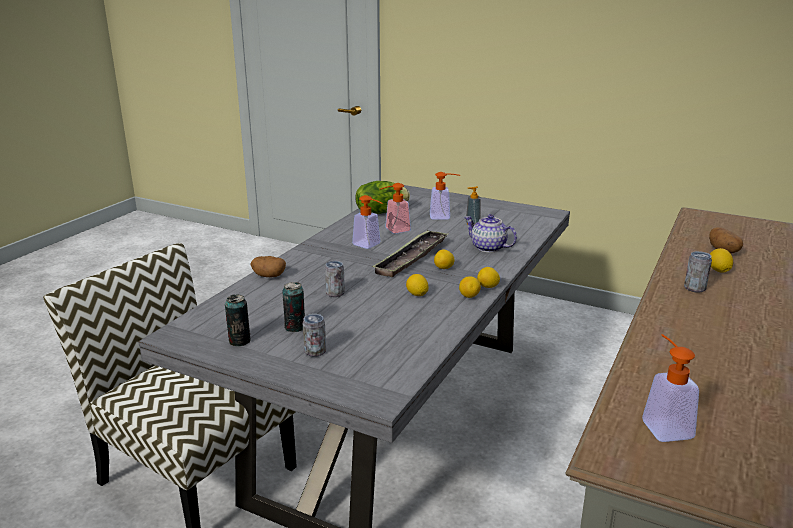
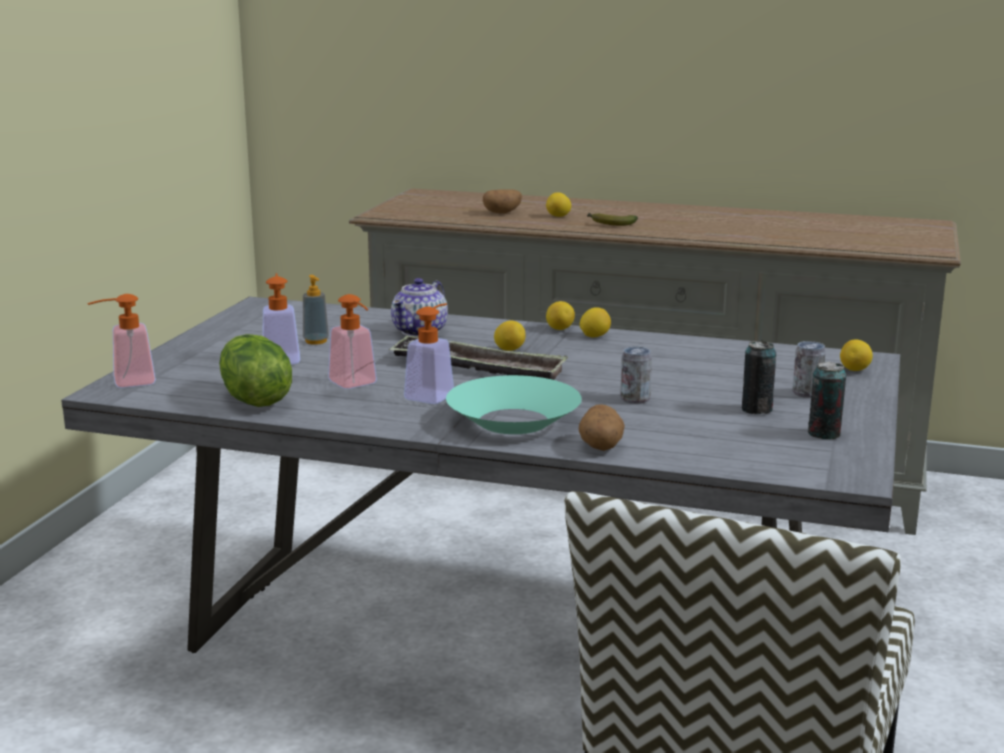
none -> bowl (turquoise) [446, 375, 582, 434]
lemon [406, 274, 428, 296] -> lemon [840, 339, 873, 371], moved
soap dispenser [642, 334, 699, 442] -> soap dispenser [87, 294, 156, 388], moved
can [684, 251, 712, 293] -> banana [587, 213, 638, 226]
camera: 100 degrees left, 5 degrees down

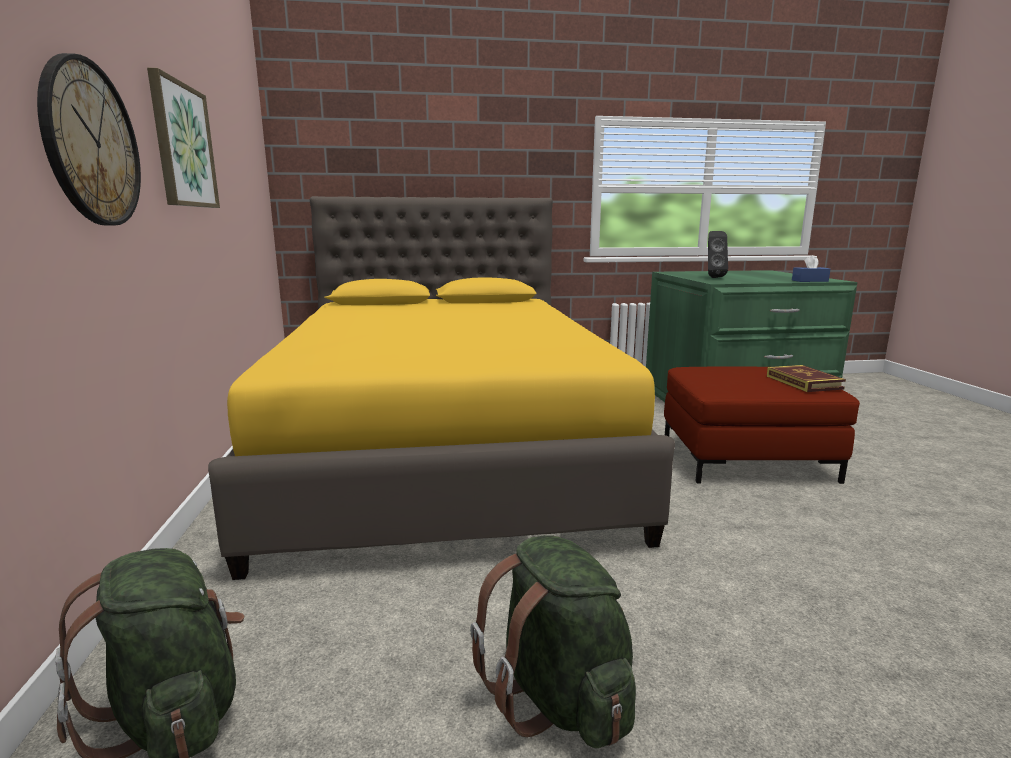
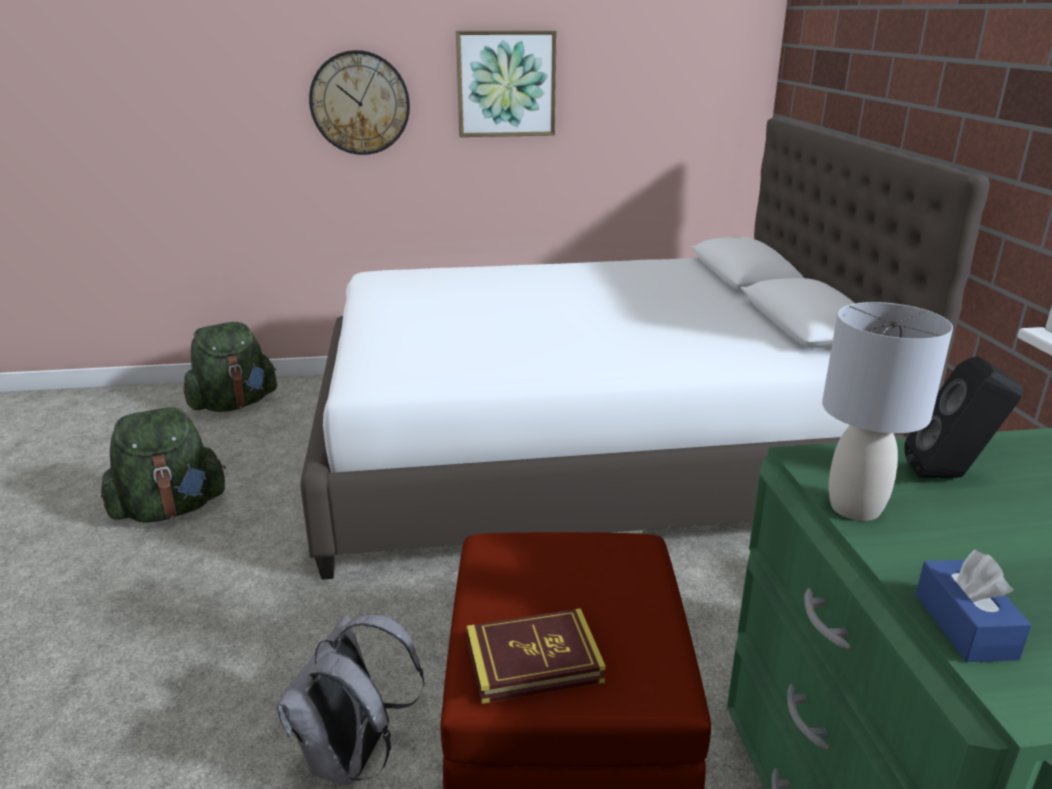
none -> backpack (grey) [277, 615, 424, 785]
none -> table lamp (grey) [822, 302, 953, 521]
bed (yellow) [208, 196, 675, 580] -> bed (white) [300, 117, 990, 580]
camera: 90 degrees right, 10 degrees up

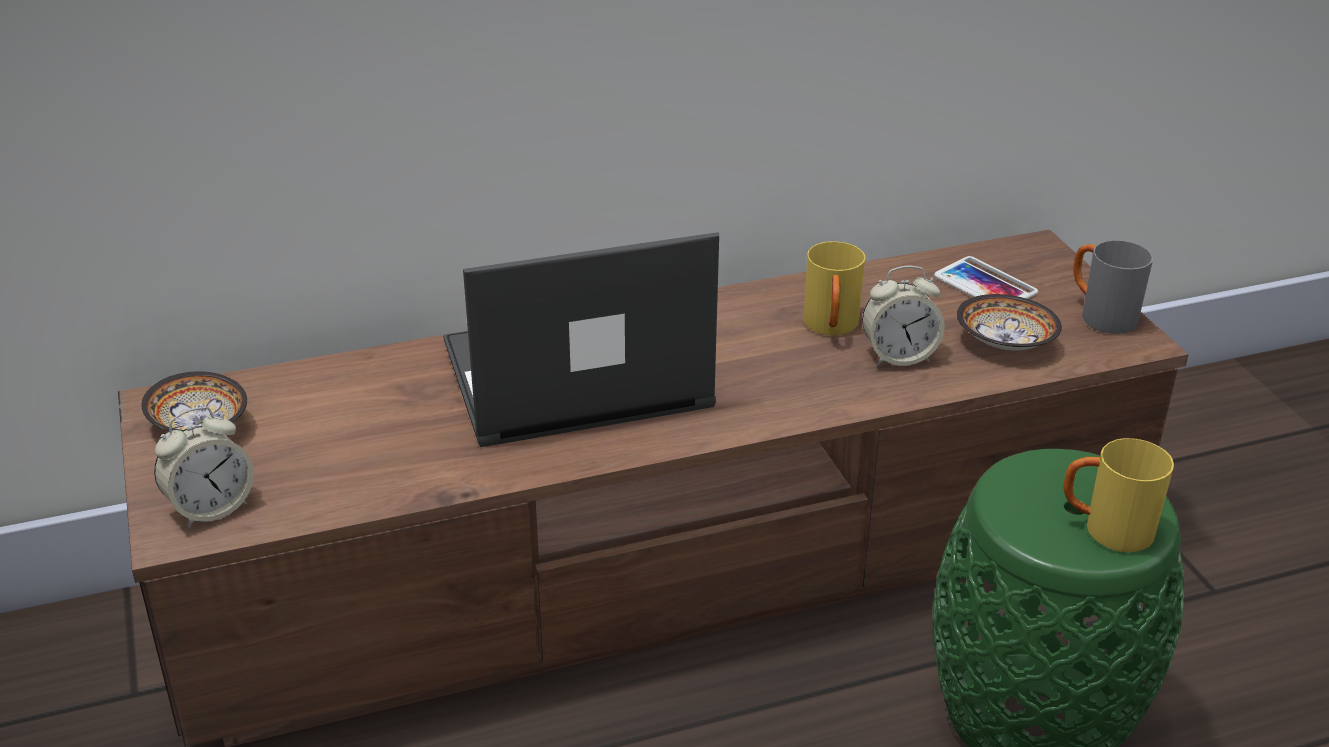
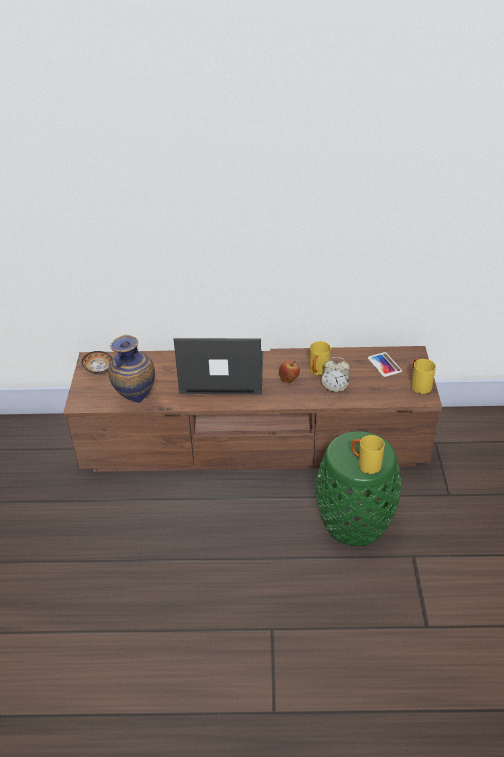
alarm clock [154, 407, 254, 528] -> none
bowl [957, 294, 1062, 351] -> none
none -> vase [108, 335, 155, 403]
none -> apple [279, 360, 300, 383]
mug (grey) [1073, 240, 1153, 334] -> mug (yellow) [411, 359, 436, 394]
camera: 20 degrees right, 5 degrees up

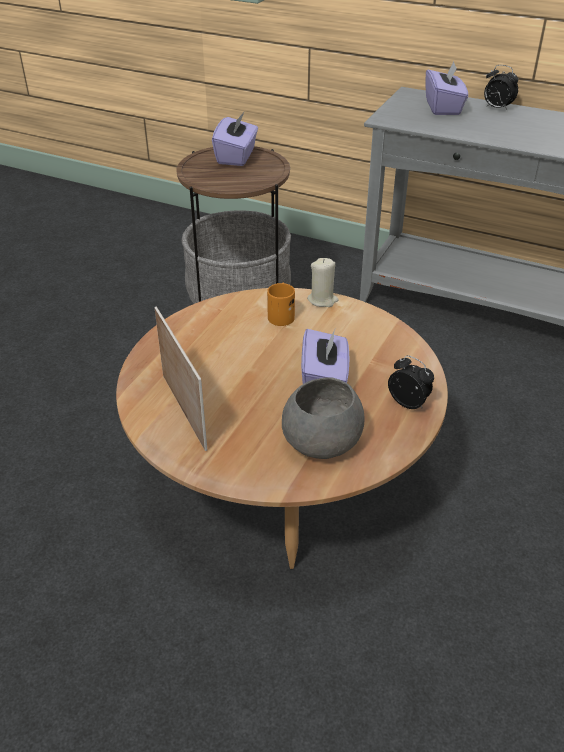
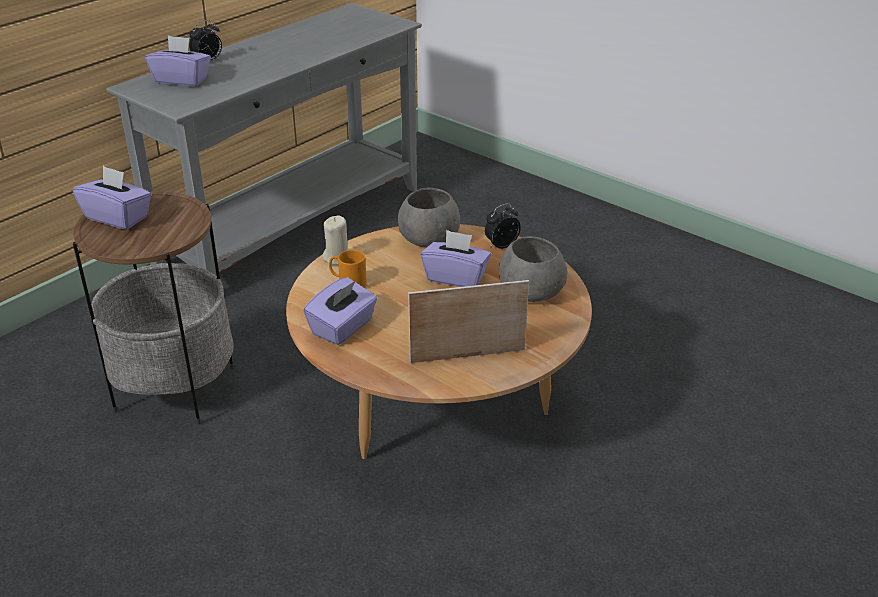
none -> tissue box (purple) [303, 277, 377, 345]
none -> bowl (grey) [398, 188, 460, 247]
camera: 75 degrees left, 5 degrees down

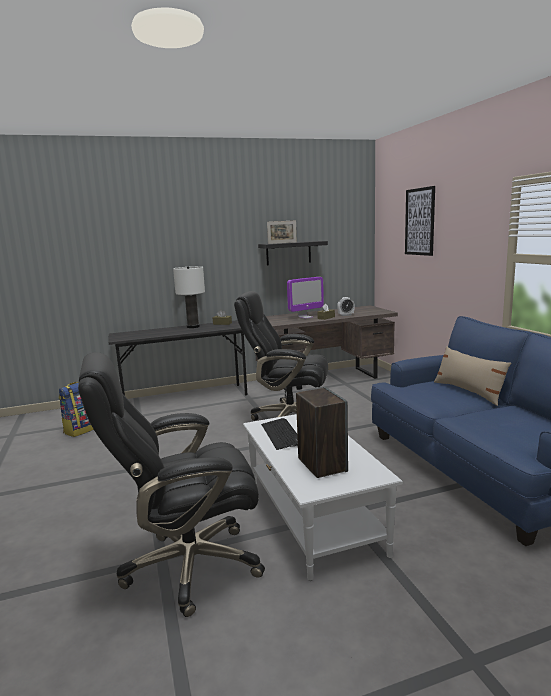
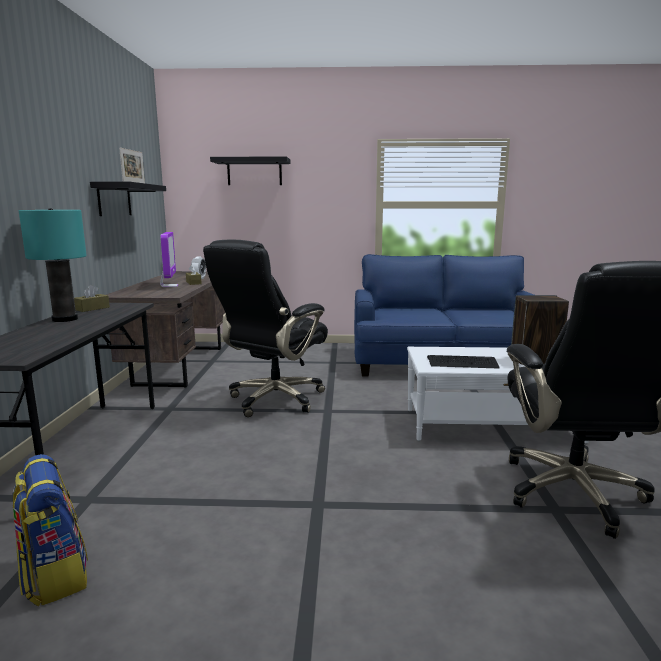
pillow (beige) [434, 346, 511, 406] -> none
picture [405, 186, 435, 256] -> shelf (black) [210, 156, 291, 185]
table lamp (white) [173, 266, 205, 328] -> table lamp (turquoise) [19, 208, 87, 322]
camera: 70 degrees left, 0 degrees up

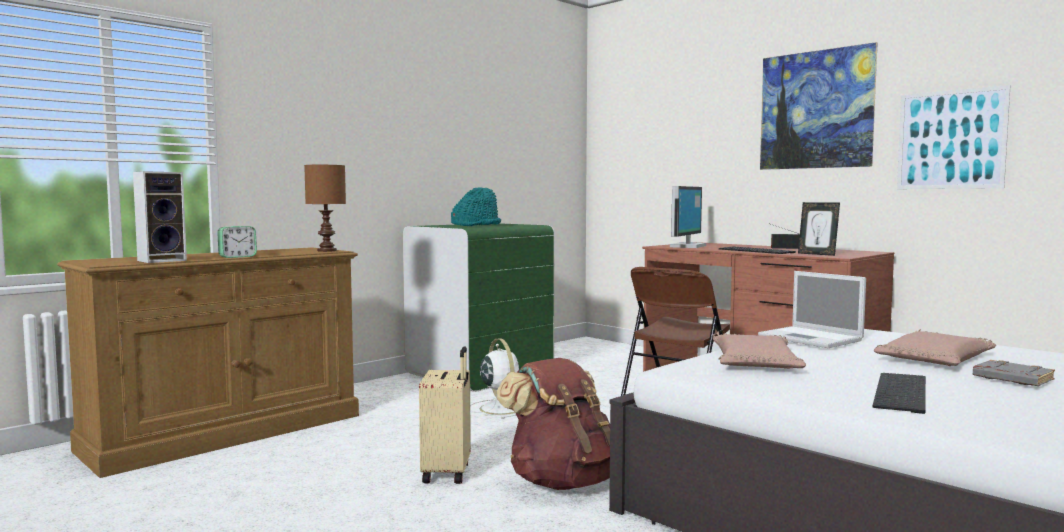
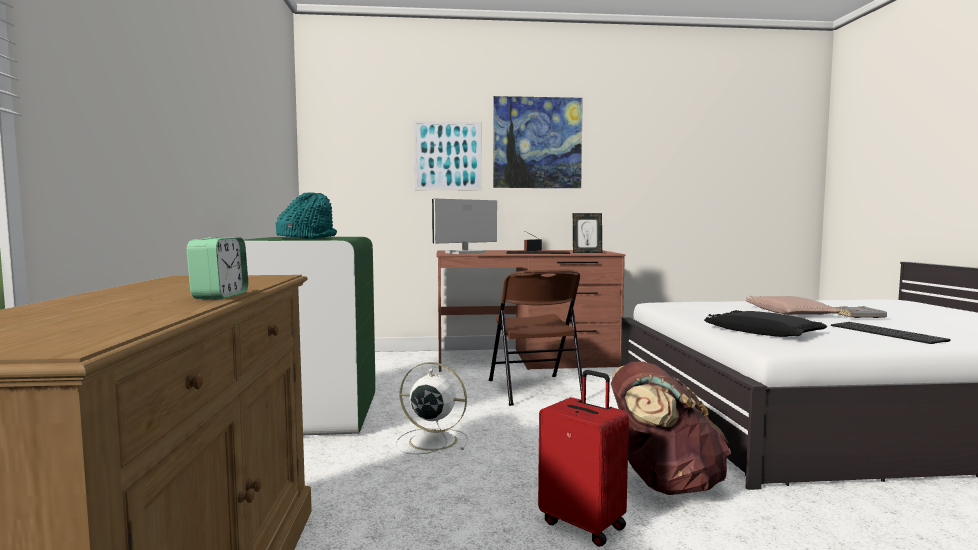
speaker [133, 171, 187, 263] -> none
table lamp (brown) [304, 165, 346, 252] -> none
laptop [758, 271, 866, 348] -> none
picture [897, 85, 1011, 189] -> picture [414, 121, 482, 190], moved
suitcase (beige) [419, 346, 471, 484] -> suitcase (red) [538, 370, 629, 547]
pillow (beige) [713, 332, 806, 369] -> pillow (black) [704, 310, 827, 337]
monitor [670, 186, 706, 248] -> monitor [432, 199, 497, 254], 105 degrees counterclockwise
camera: 50 degrees left, 0 degrees up

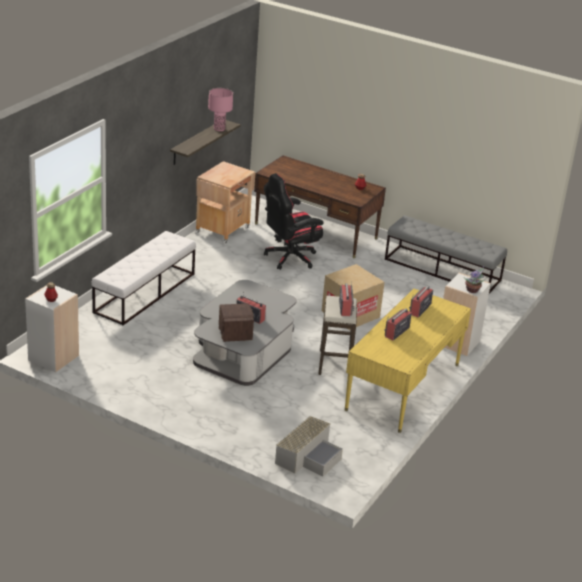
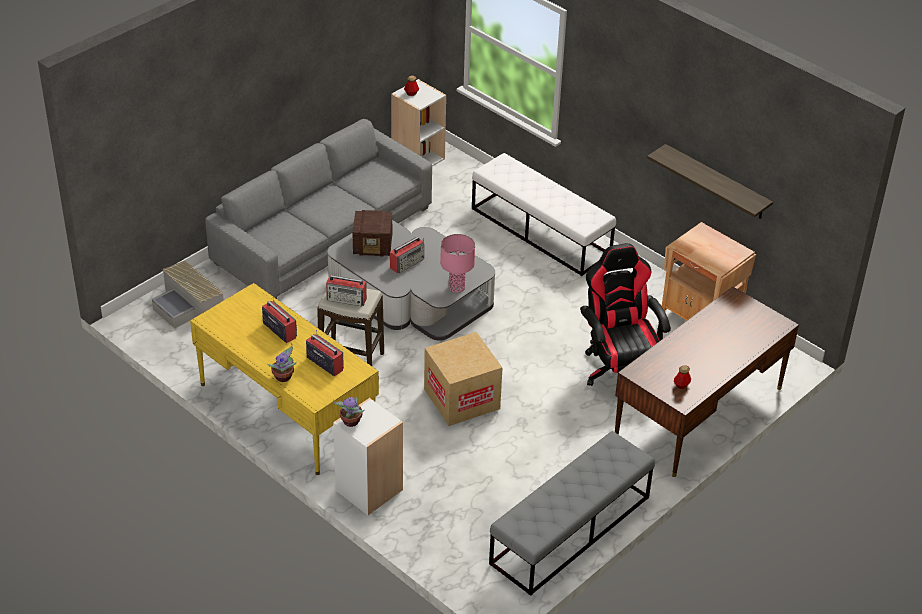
none -> sofa (grey) [205, 119, 432, 299]
none -> potted plant [267, 343, 297, 382]
table lamp (pink) [208, 88, 233, 131] -> table lamp (pink) [440, 234, 475, 293], moved
camera: 105 degrees right, 10 degrees up

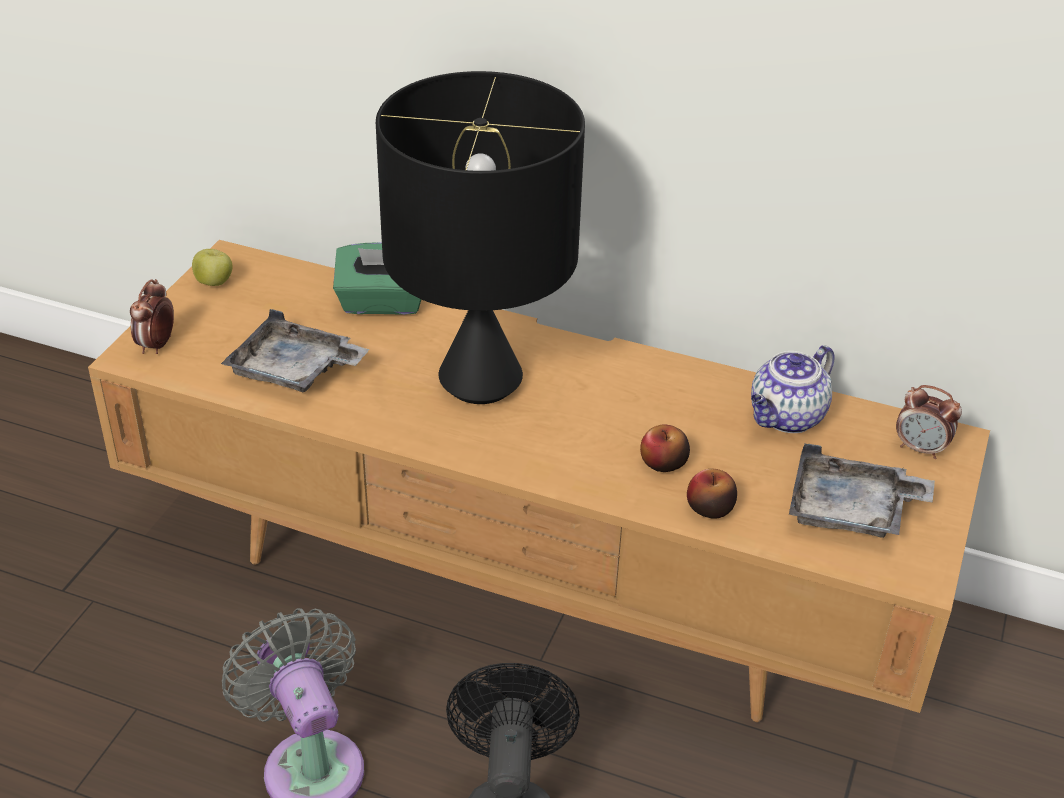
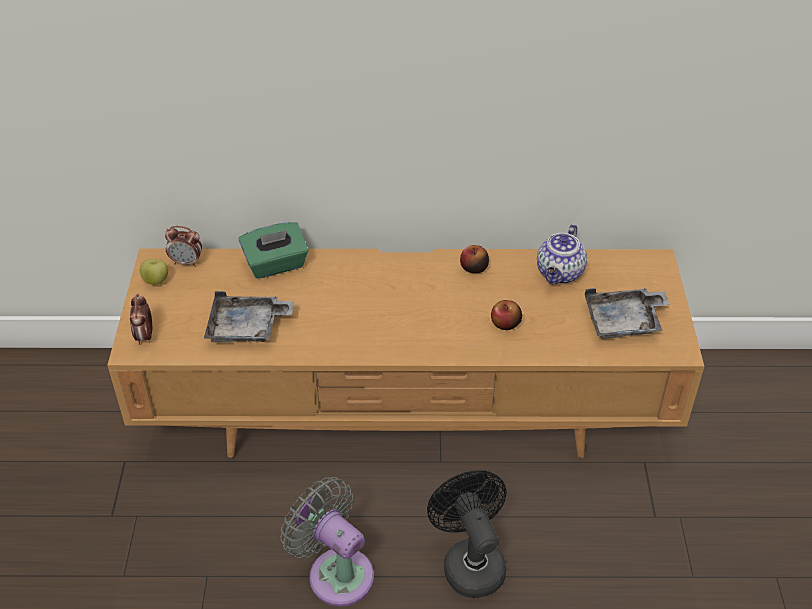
table lamp (black) [376, 71, 585, 404] -> none
apple [687, 469, 737, 519] -> apple [460, 245, 489, 273], moved
alarm clock [896, 385, 962, 459] -> alarm clock [165, 226, 202, 267], moved
camera: 20 degrees left, 5 degrees up

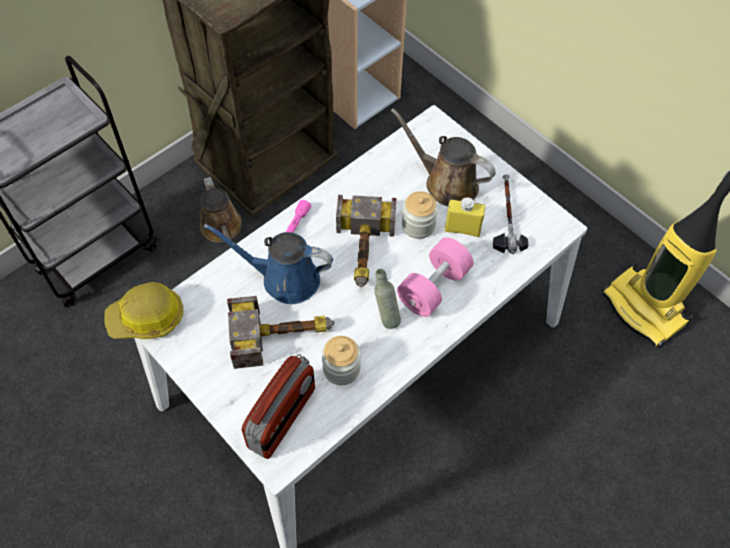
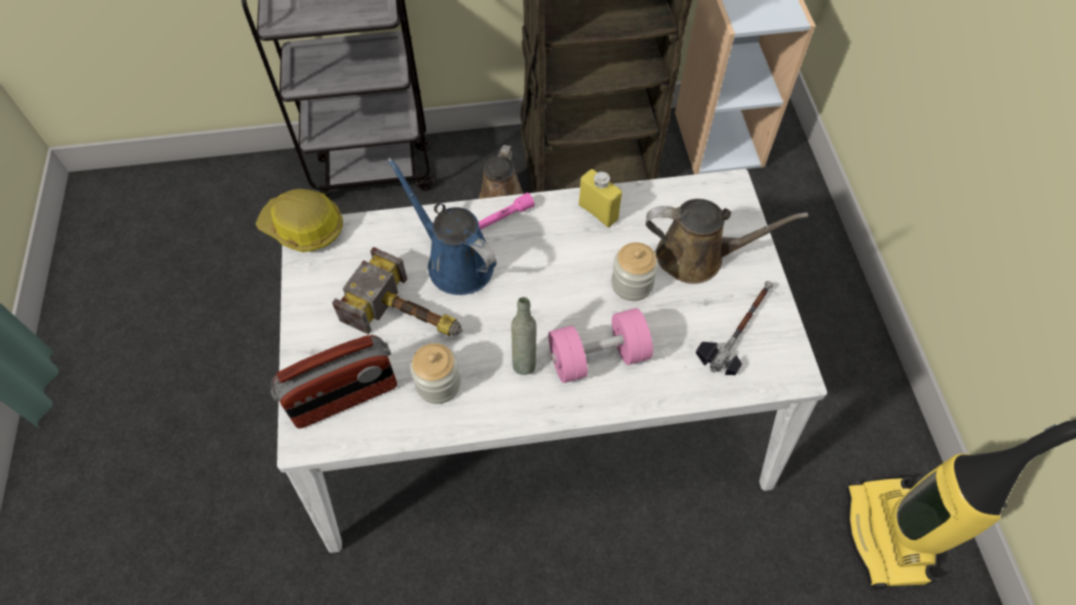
hammer [336, 195, 397, 287] -> none
bottle (yellow) [445, 197, 485, 237] -> bottle (yellow) [579, 169, 622, 227], moved
watering can (brown) [391, 108, 496, 206] -> watering can (brown) [645, 199, 808, 284], 120 degrees clockwise
camera: 35 degrees right, 0 degrees up

